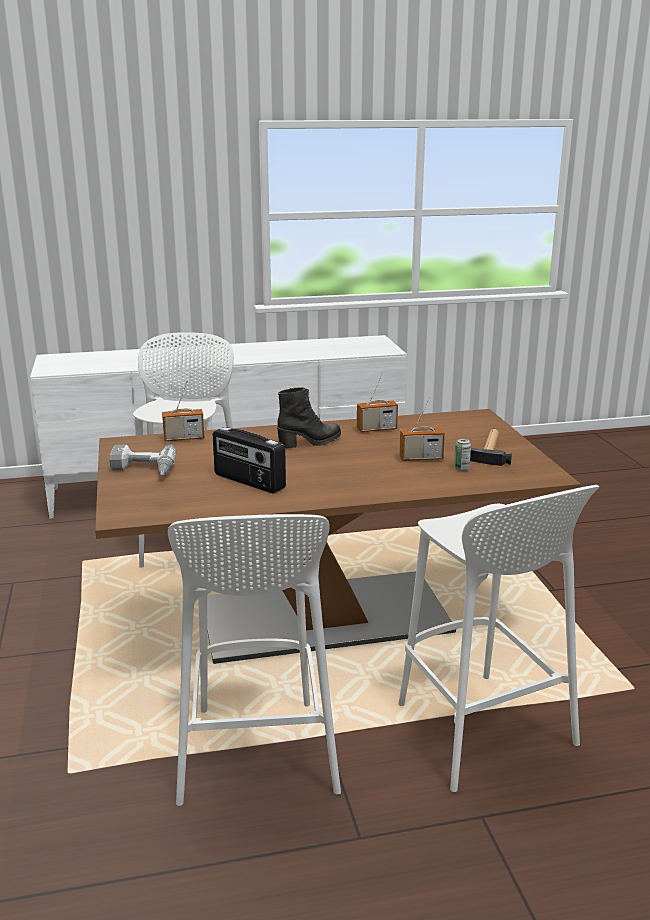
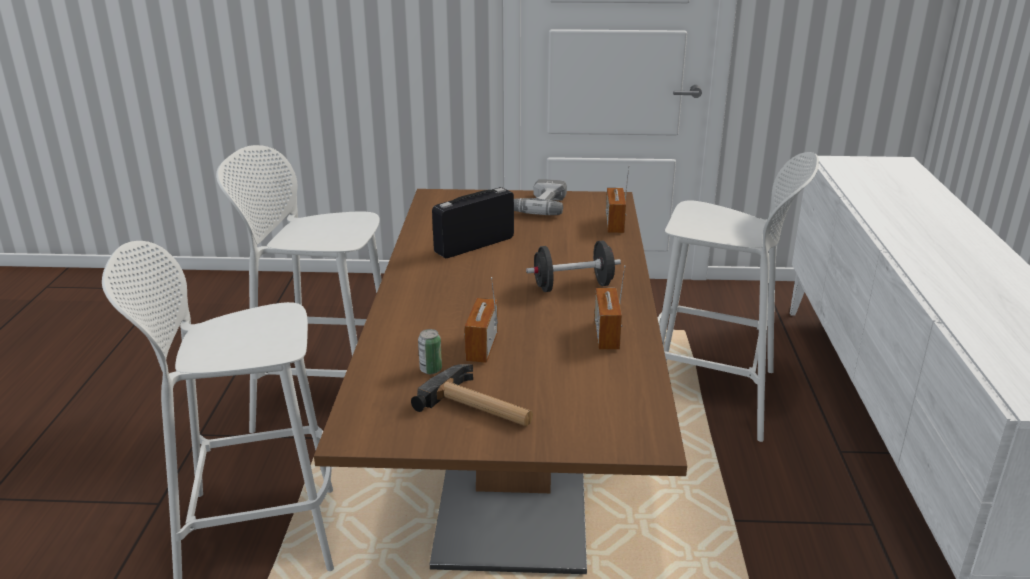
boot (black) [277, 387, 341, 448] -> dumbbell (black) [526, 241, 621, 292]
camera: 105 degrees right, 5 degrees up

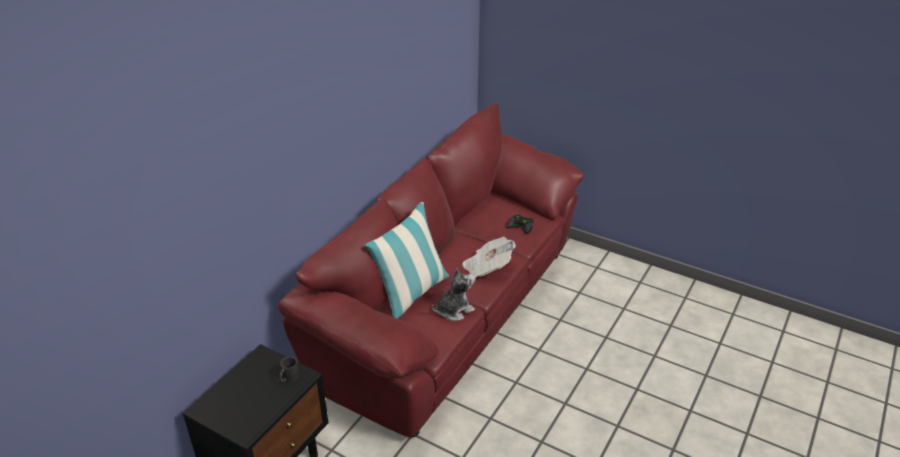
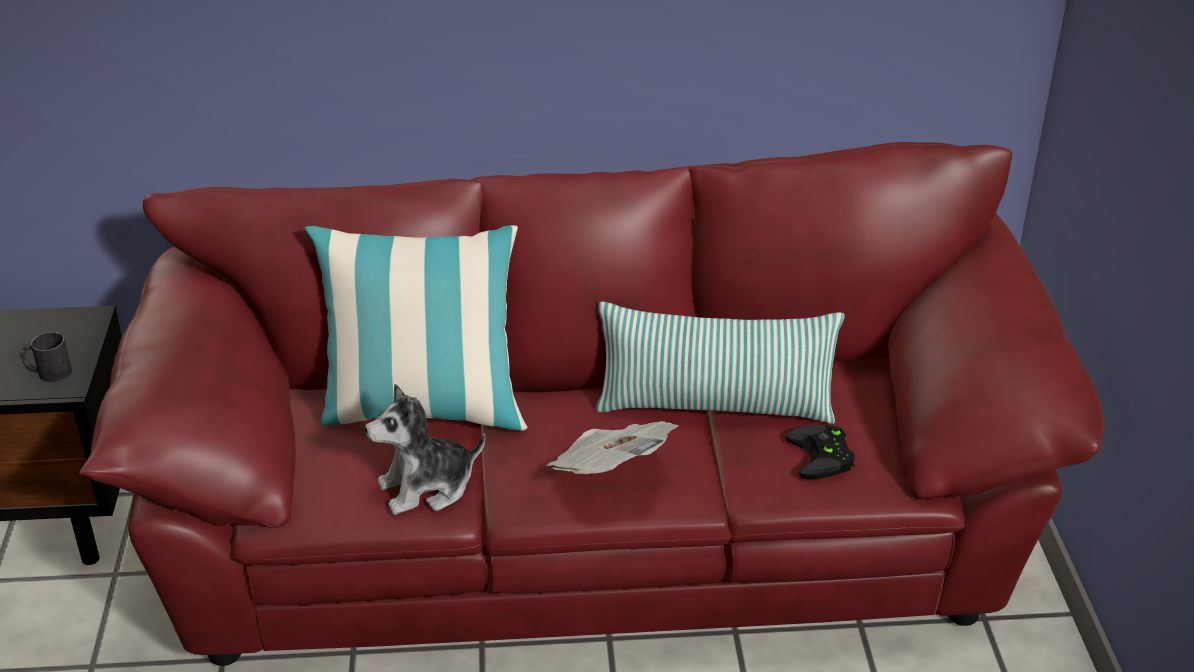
none -> pillow [596, 302, 845, 424]
plush toy [432, 268, 475, 321] -> plush toy [365, 384, 485, 515], 135 degrees clockwise
camera: 55 degrees right, 0 degrees up

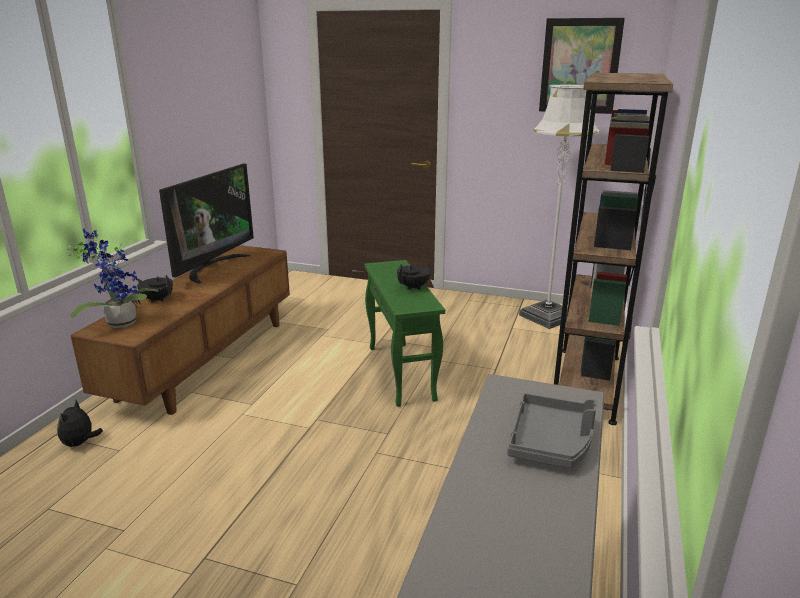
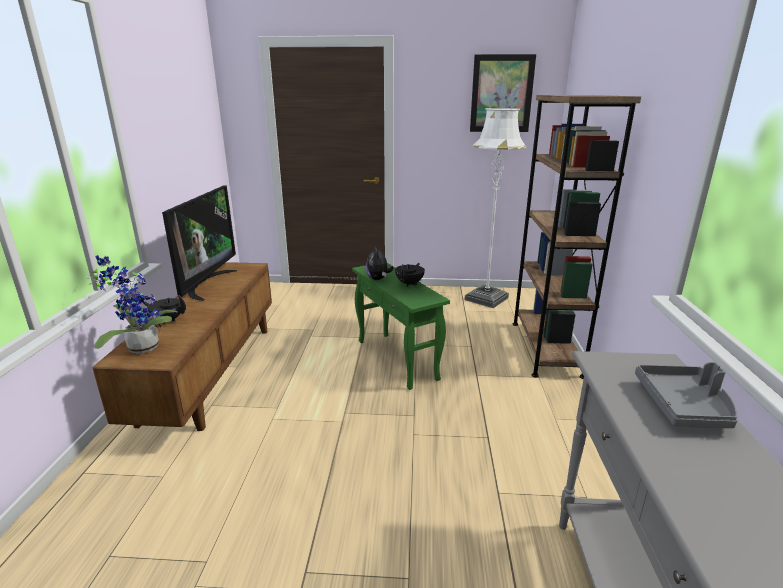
plush toy [57, 400, 103, 447] -> plush toy [366, 245, 393, 280], moved
camera: 15 degrees left, 0 degrees up

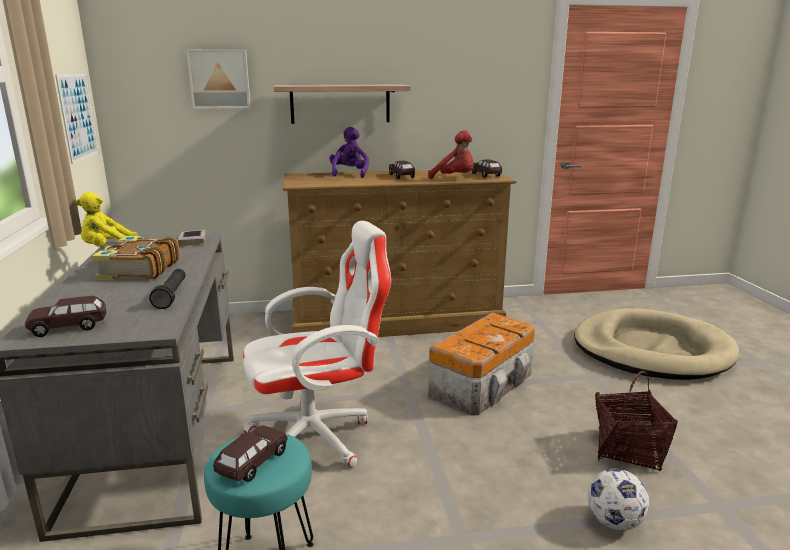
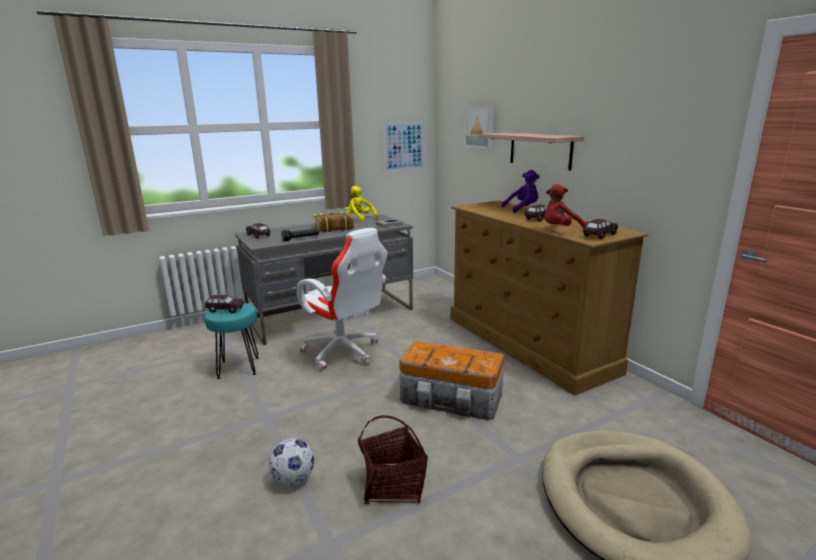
plush toy (red) [428, 130, 474, 179] -> plush toy (red) [544, 184, 587, 227], 60 degrees clockwise
camera: 70 degrees right, 0 degrees up

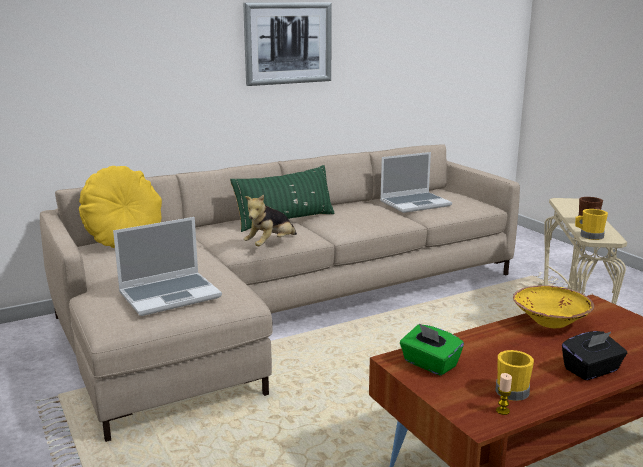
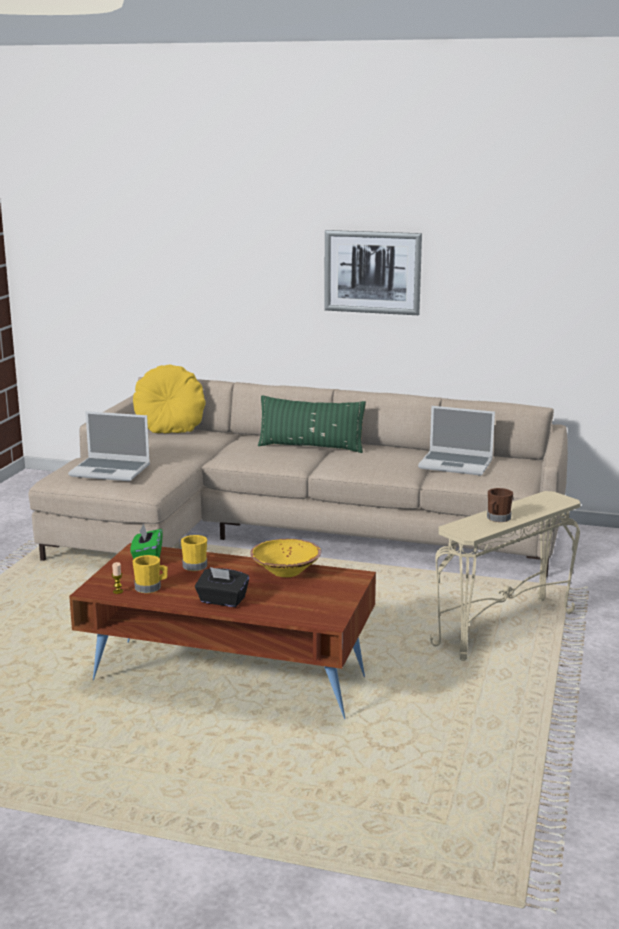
plush toy [243, 194, 297, 246] -> none
mug (yellow) [575, 209, 608, 240] -> mug (yellow) [181, 535, 207, 571], moved
camera: 45 degrees right, 0 degrees up

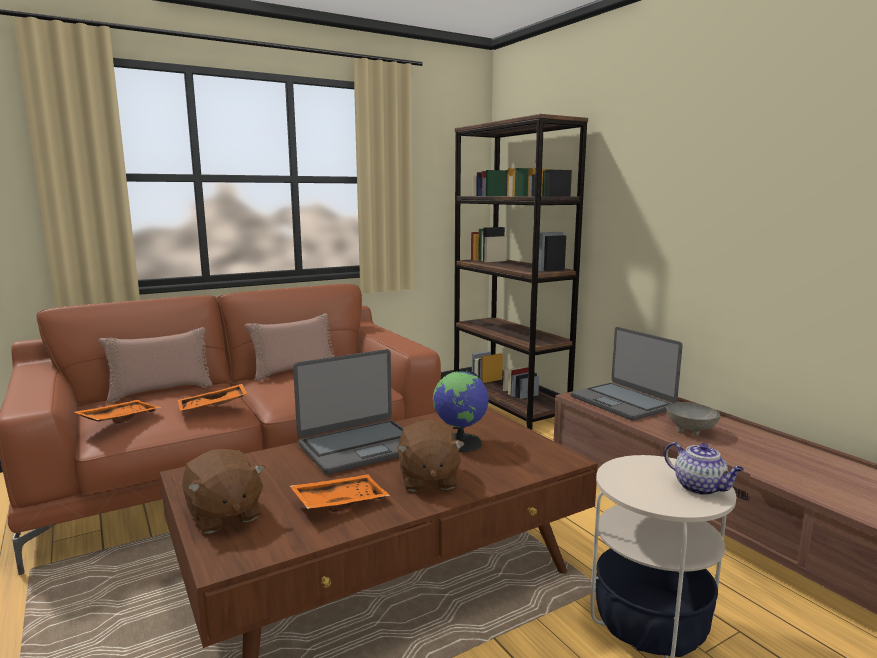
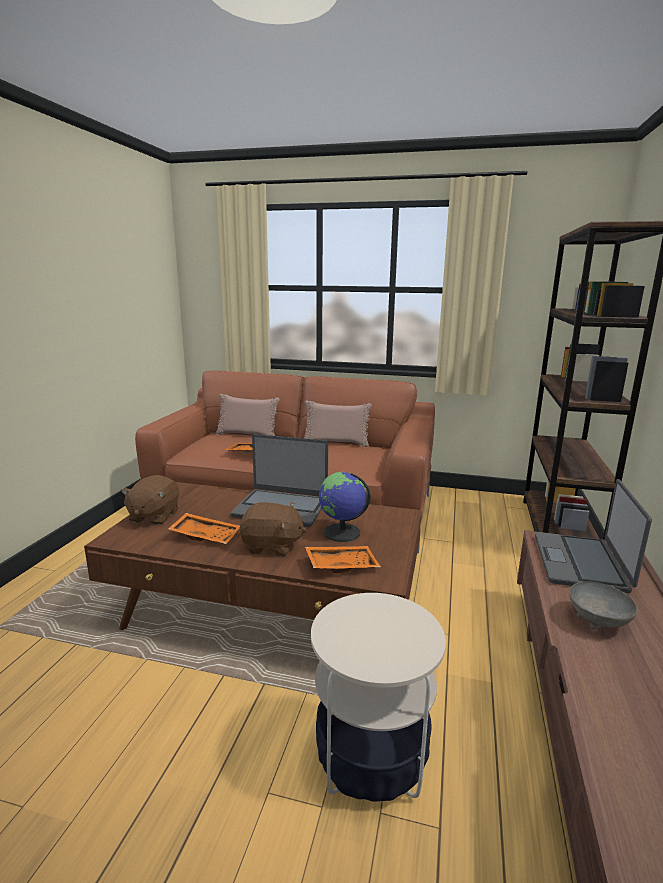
teapot [664, 442, 744, 495] -> none
tray (orange) [75, 400, 162, 423] -> tray (orange) [305, 546, 381, 573], moved
plush toy (brown) [397, 420, 465, 492] -> plush toy (brown) [240, 502, 307, 556], 120 degrees counterclockwise
camera: 45 degrees right, 5 degrees up

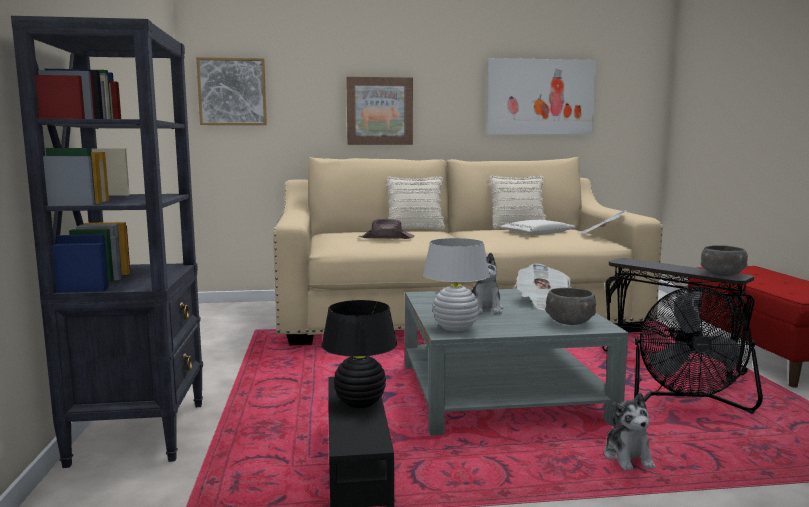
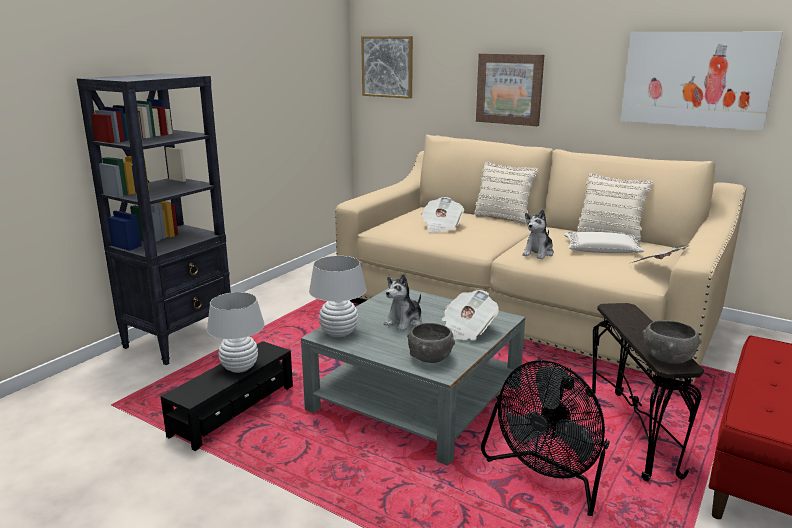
plush toy [604, 392, 656, 470] -> plush toy [522, 209, 554, 259], moved
hat (brown) [359, 218, 414, 239] -> newspaper [421, 197, 464, 233]
table lamp (black) [322, 300, 397, 408] -> table lamp (white) [207, 292, 265, 373]
camera: 40 degrees right, 10 degrees up

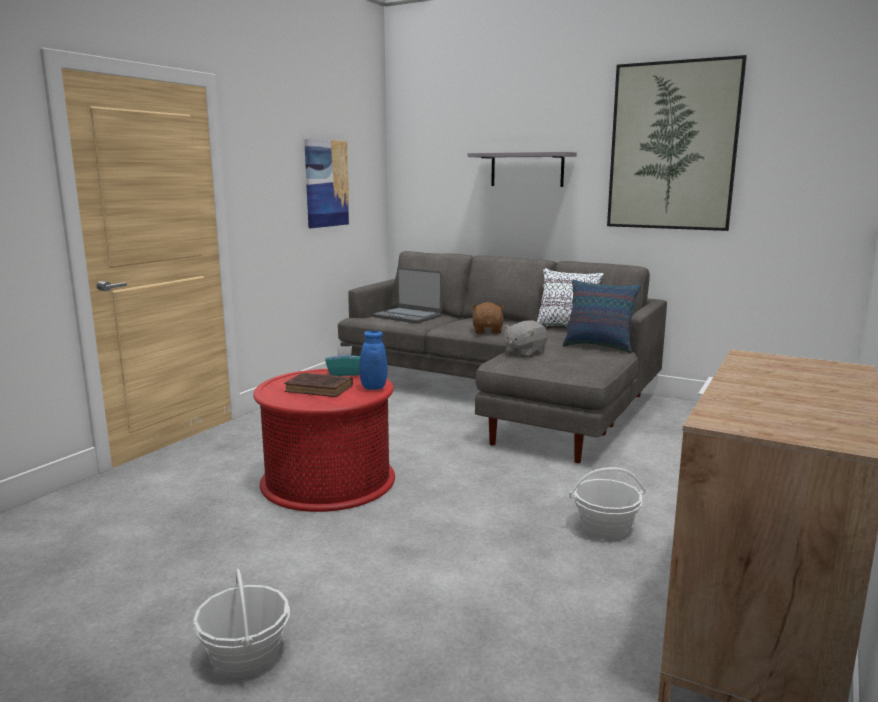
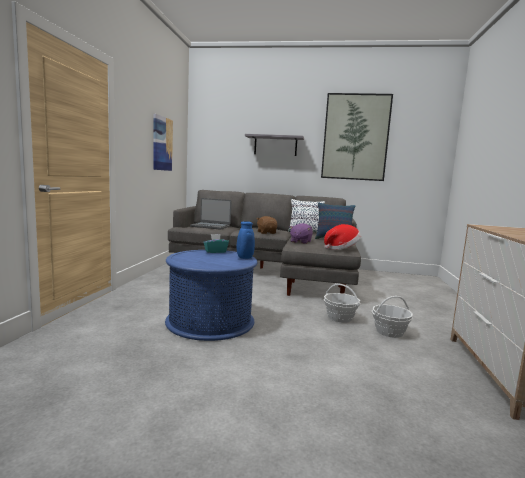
book (brown) [284, 373, 353, 397] -> none
none -> hat [324, 224, 361, 250]
basket [193, 569, 290, 678] -> basket [324, 284, 360, 323], moved
coffee table (red) [253, 369, 395, 512] -> coffee table (blue) [165, 250, 258, 341]
plush toy (grey) [503, 320, 548, 358] -> plush toy (purple) [290, 223, 313, 244]
camera: 20 degrees left, 5 degrees down

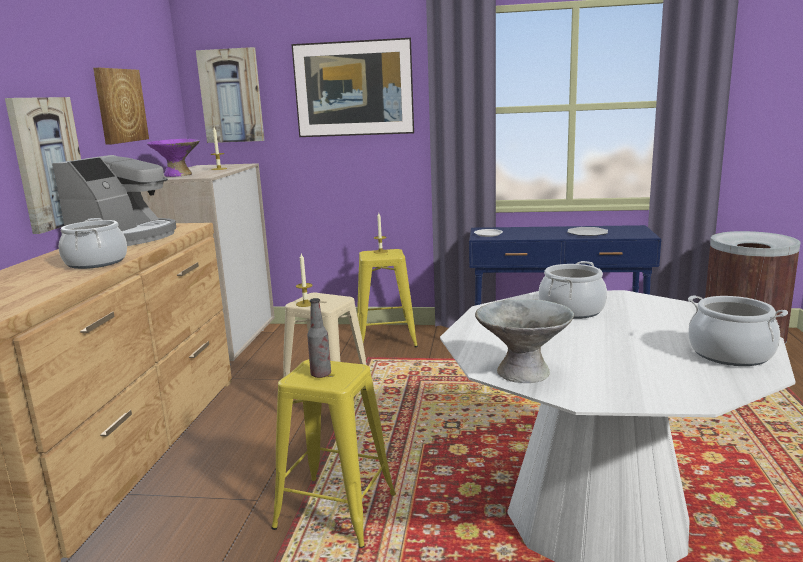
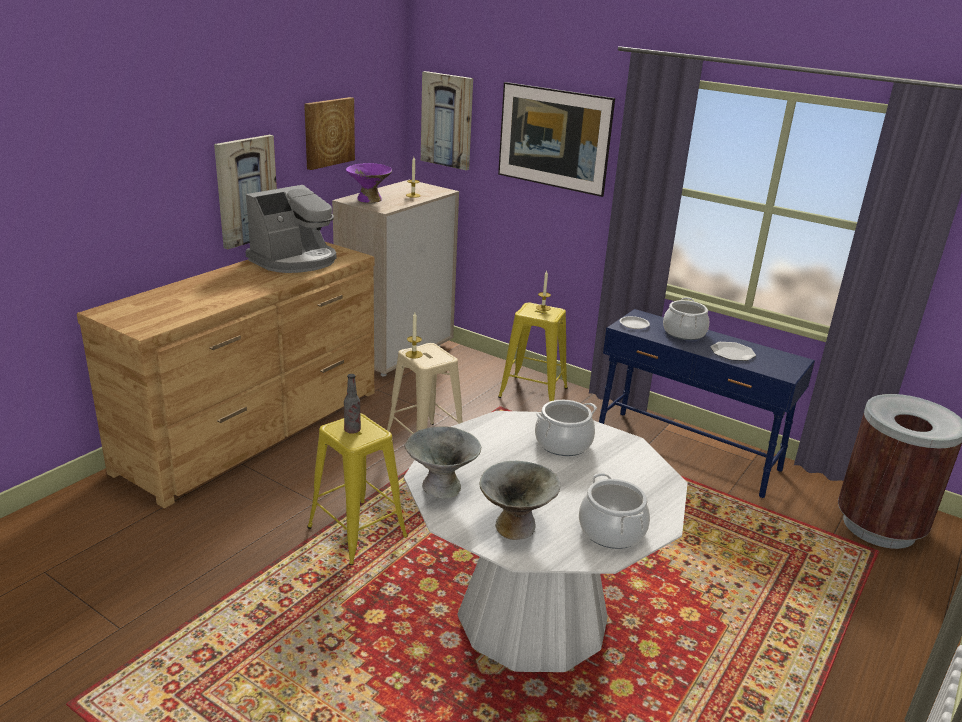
none -> bowl (grey) [479, 461, 560, 540]
cooking pot [59, 218, 127, 269] -> cooking pot [663, 297, 709, 340], moved
camera: 25 degrees right, 10 degrees up

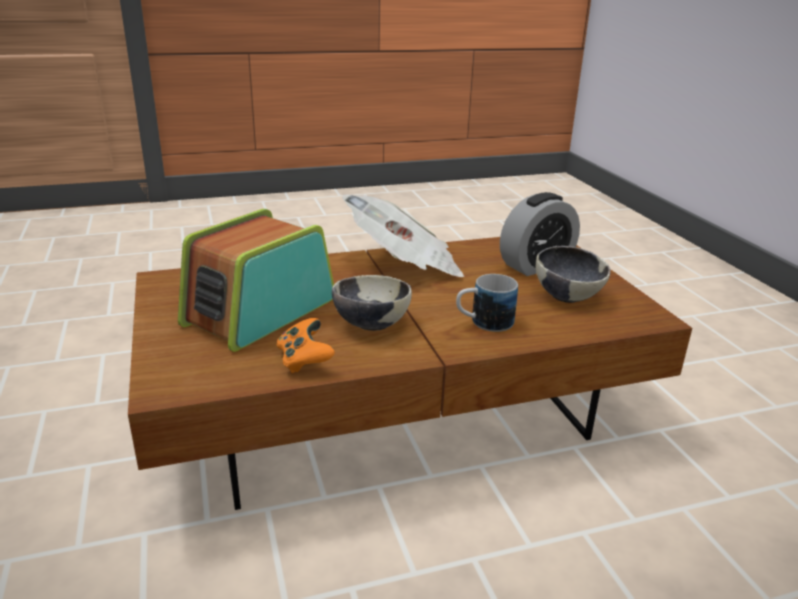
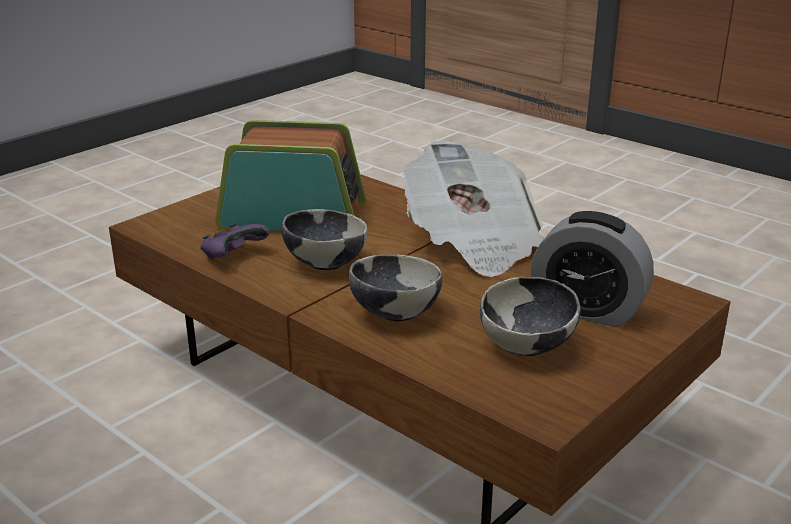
mug [456, 274, 518, 332] -> bowl [349, 254, 442, 321]
game controller (orange) [277, 318, 335, 373] -> game controller (purple) [200, 223, 269, 259]
camera: 60 degrees right, 0 degrees up

